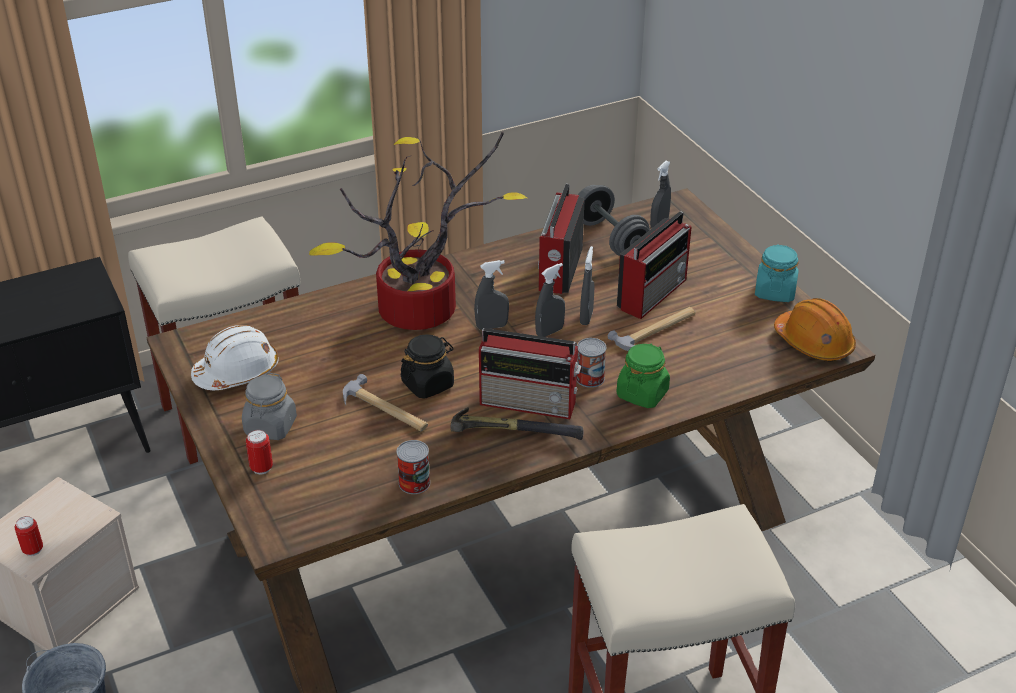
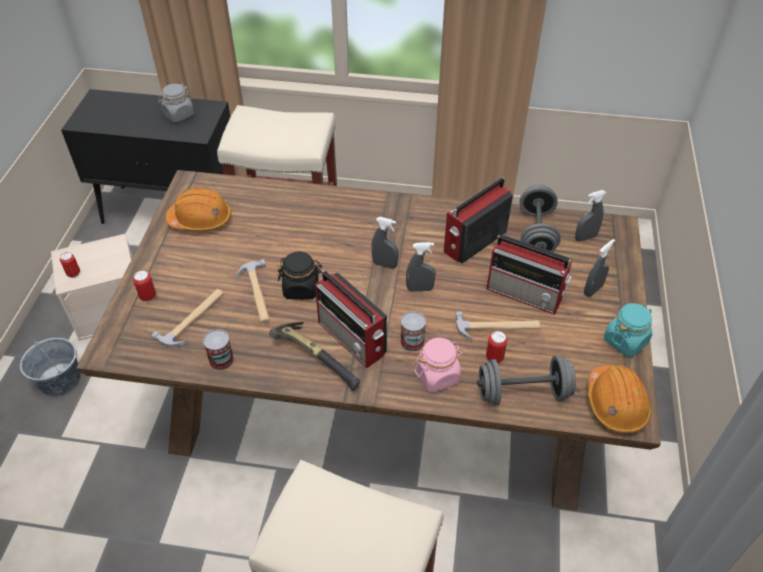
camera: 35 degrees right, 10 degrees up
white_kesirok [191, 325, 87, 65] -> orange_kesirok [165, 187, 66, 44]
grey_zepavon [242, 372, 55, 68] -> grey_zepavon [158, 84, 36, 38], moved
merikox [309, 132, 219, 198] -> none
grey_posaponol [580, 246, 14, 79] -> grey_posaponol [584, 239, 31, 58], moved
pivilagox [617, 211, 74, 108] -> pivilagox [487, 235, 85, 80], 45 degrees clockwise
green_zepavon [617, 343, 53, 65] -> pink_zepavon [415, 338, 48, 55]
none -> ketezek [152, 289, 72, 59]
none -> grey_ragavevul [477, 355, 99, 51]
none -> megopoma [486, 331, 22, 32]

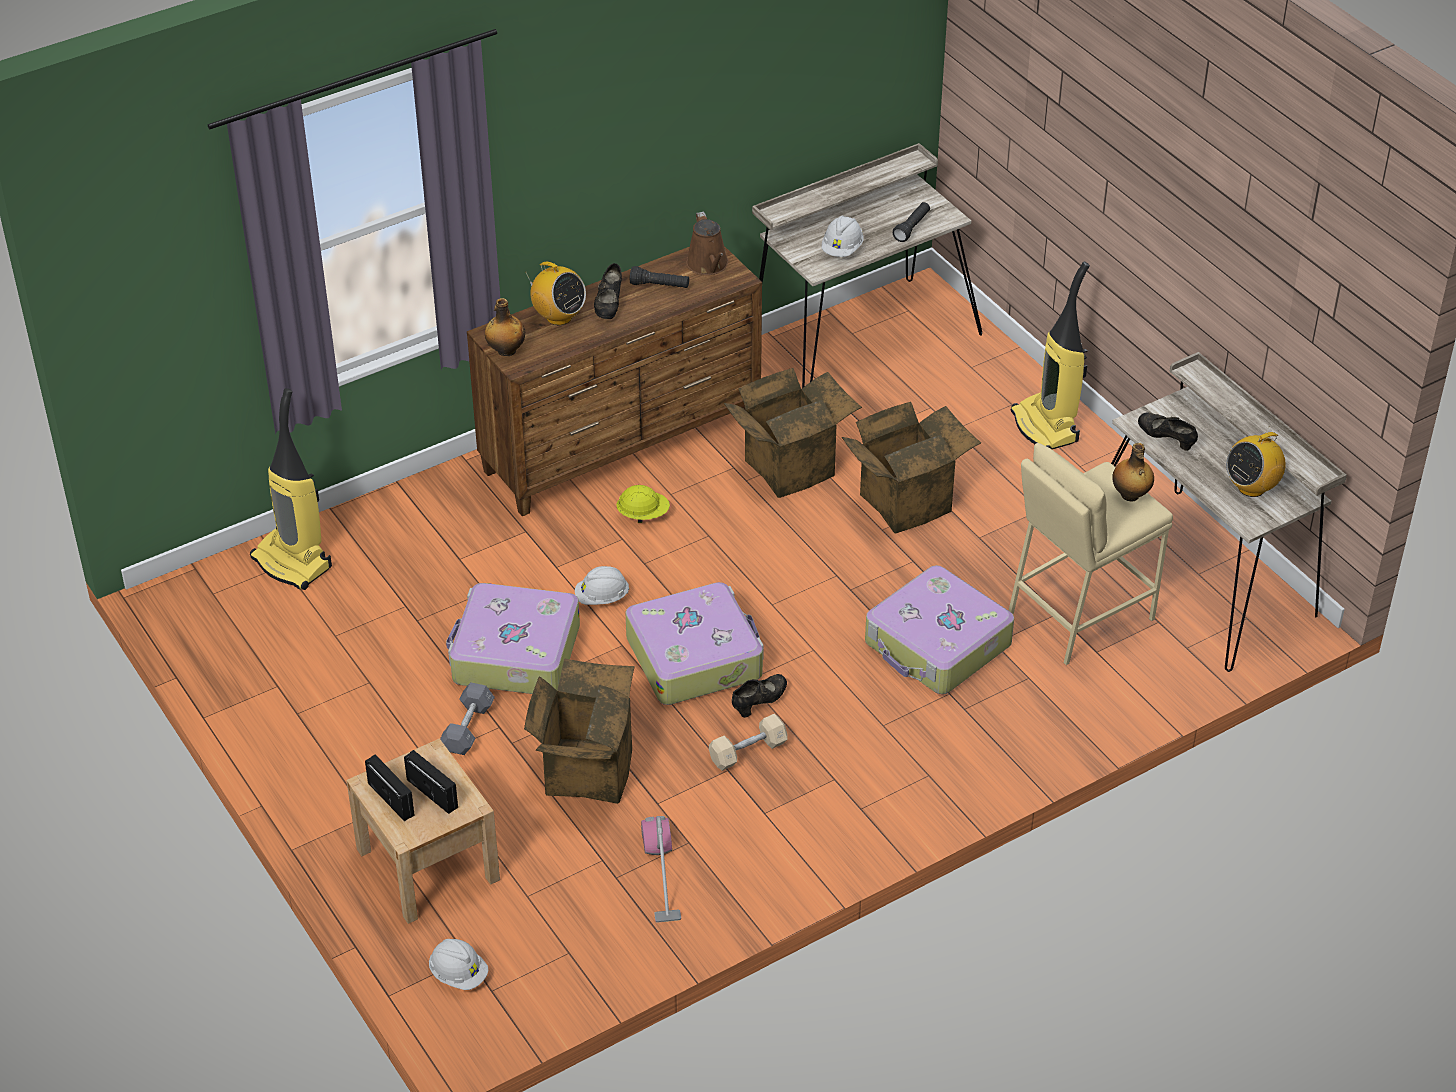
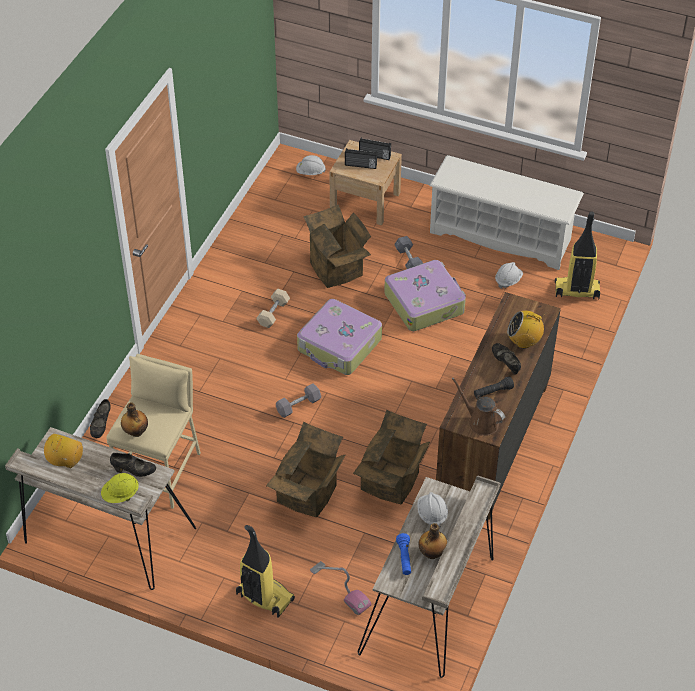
camera: 145 degrees right, 5 degrees up
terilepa [485, 298, 40, 58] -> terilepa [419, 523, 28, 36], moved
white_kesirok [575, 566, 55, 39] -> white_kesirok [495, 262, 28, 27], moved
yellow_kesirok [616, 485, 54, 38] -> yellow_kesirok [101, 473, 38, 30], moved
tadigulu [641, 816, 40, 107] -> tadigulu [310, 561, 62, 54], moved
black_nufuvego [732, 674, 55, 44] -> black_nufuvego [90, 399, 21, 39], moved
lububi [865, 565, 149, 129] -> none
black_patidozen [893, 202, 37, 40] -> blue_patidozen [396, 533, 15, 42]
none -> grey_ragavevul [276, 384, 45, 34]
none -> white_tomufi [429, 155, 155, 115]

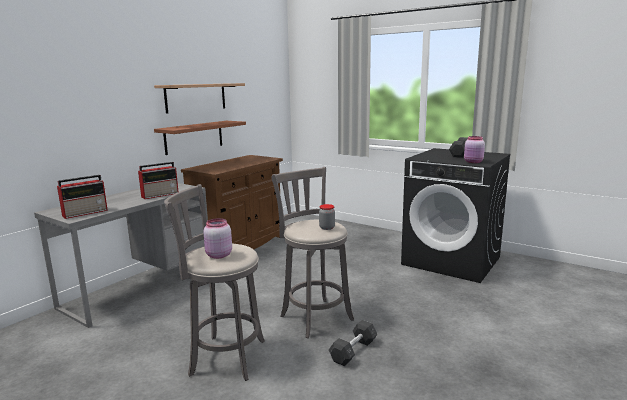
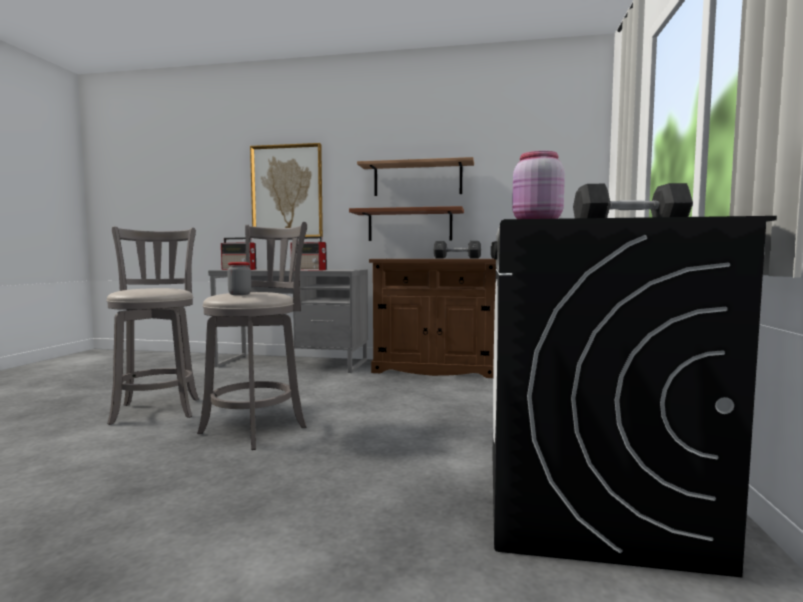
camera: 65 degrees right, 10 degrees down
pink_zepavon [203, 218, 29, 41] -> none
grey_ragavevul [329, 320, 48, 46] -> grey_ragavevul [434, 241, 47, 18], moved
none -> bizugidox [250, 143, 73, 94]

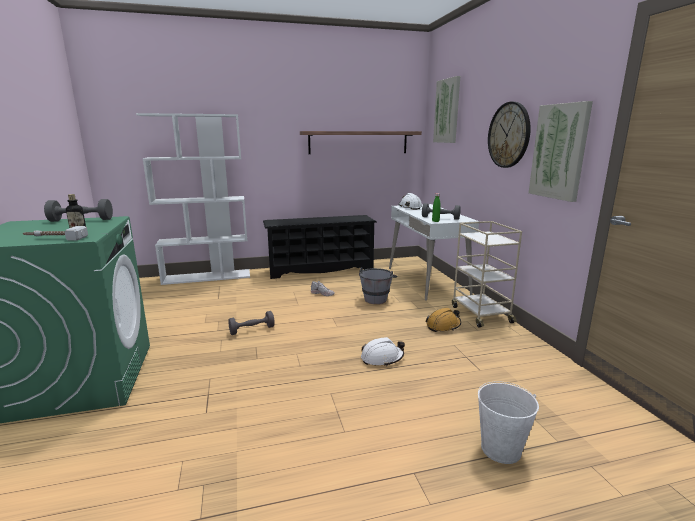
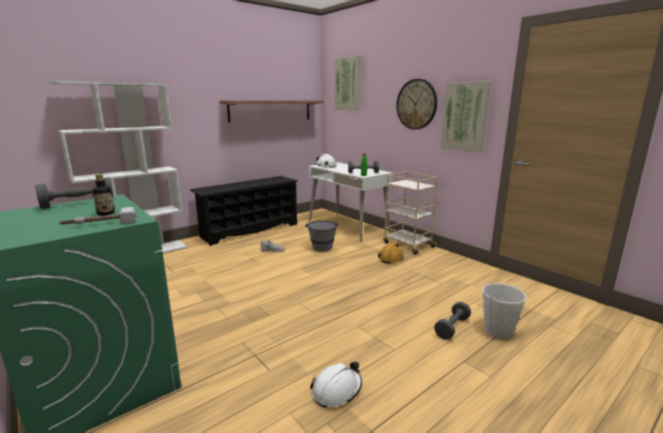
camera: 25 degrees left, 0 degrees up
grey_ragavevul [228, 311, 47, 24] -> grey_ragavevul [434, 302, 37, 38], moved
white_kesirok [361, 337, 44, 30] -> white_kesirok [310, 362, 52, 45], moved

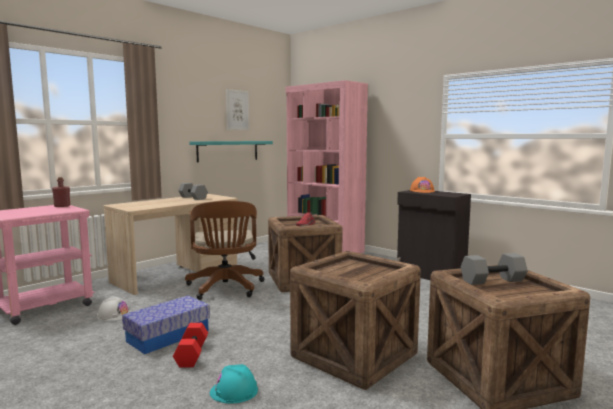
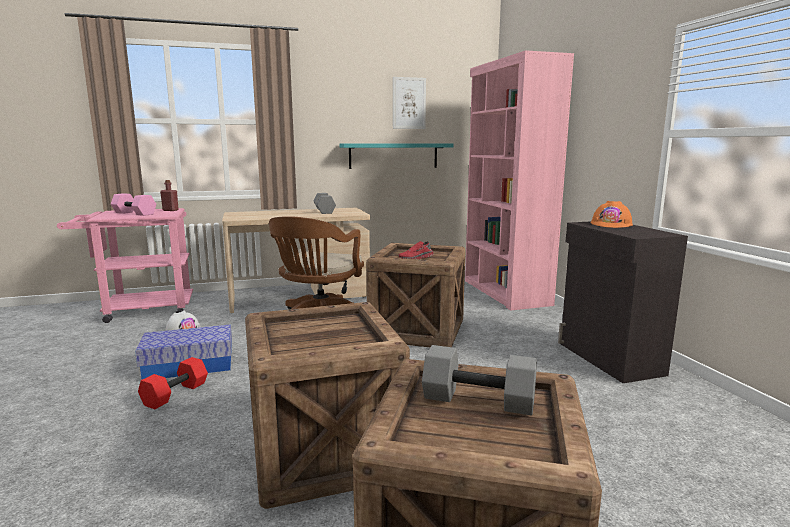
camera: 30 degrees right, 5 degrees up
turquoise_kesirok [210, 364, 48, 40] -> none
none -> pink_ragavevul [111, 193, 45, 23]

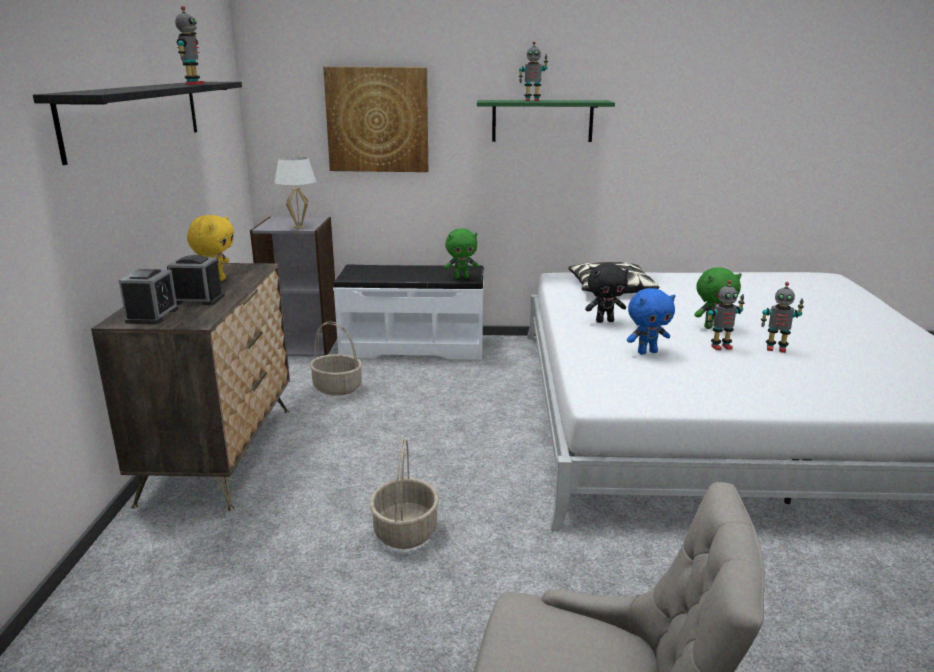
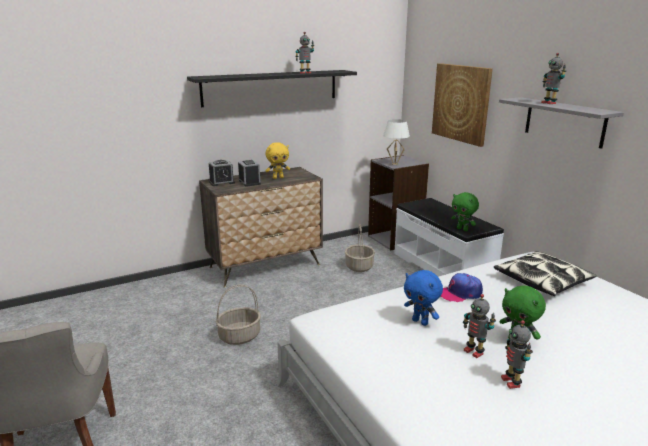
camera: 60 degrees right, 0 degrees up
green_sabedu [477, 100, 138, 42] -> grey_sabedu [499, 97, 125, 52]
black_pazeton [585, 263, 44, 60] -> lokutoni [441, 273, 42, 29]

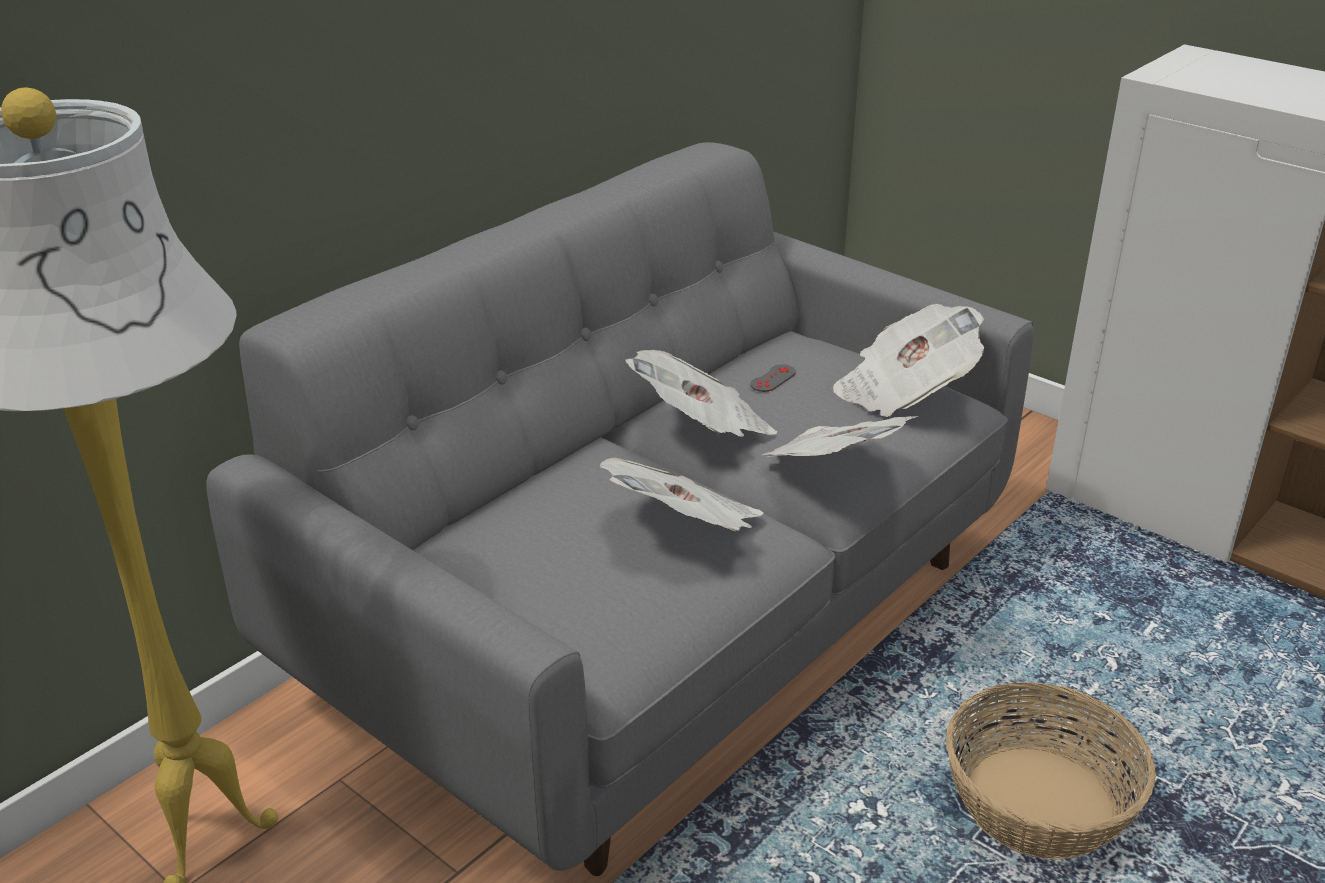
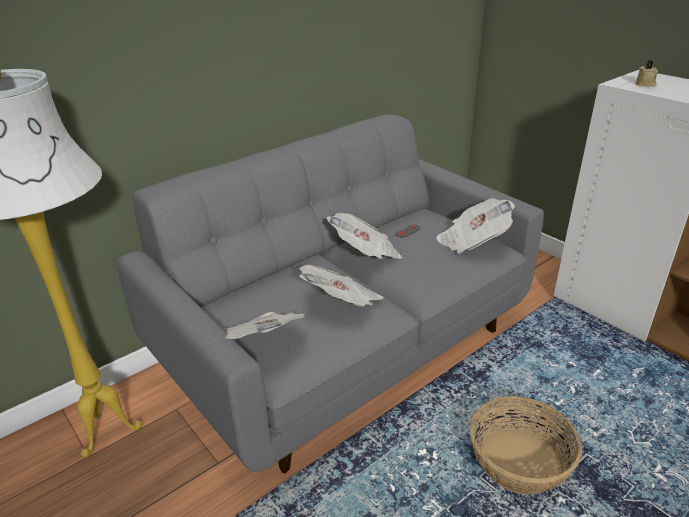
camera: 10 degrees right, 0 degrees up
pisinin [762, 416, 157, 40] -> pisinin [225, 312, 80, 27], moved
none -> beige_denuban [635, 60, 23, 27]

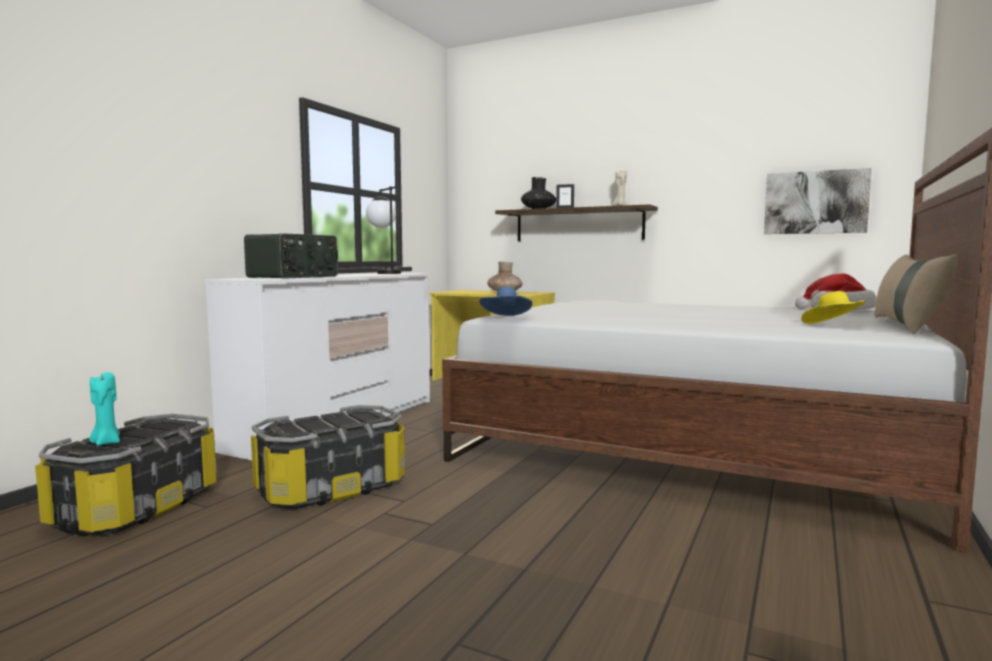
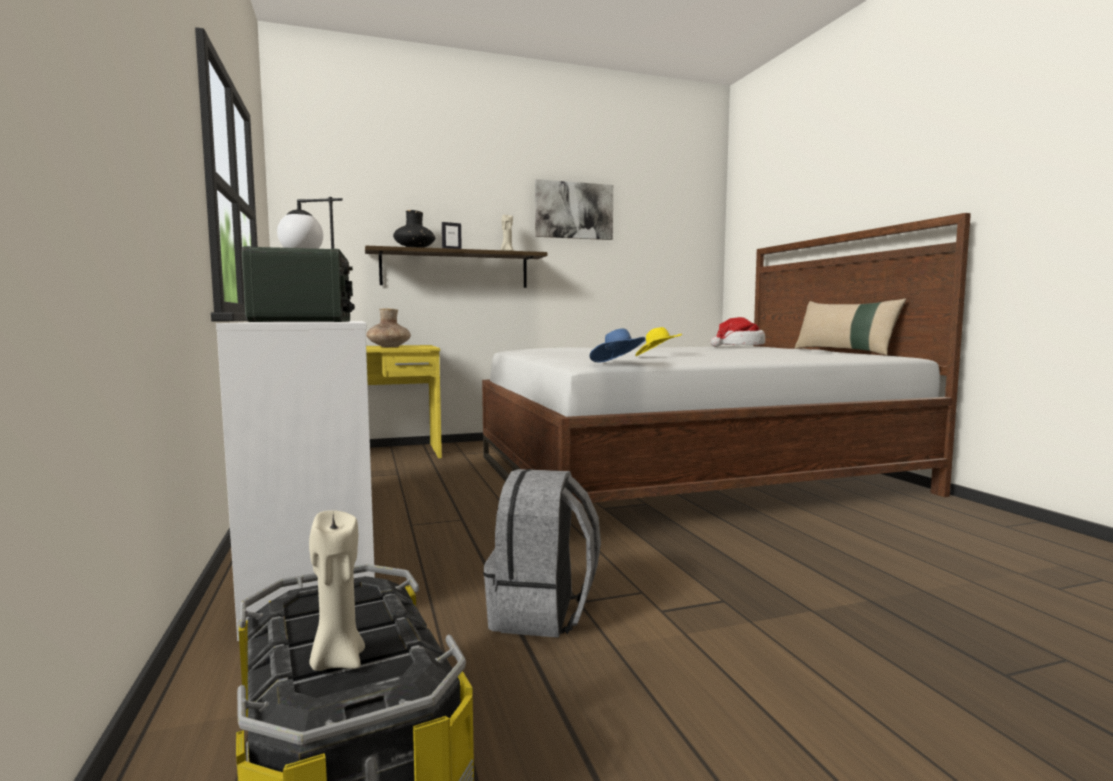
camera: 45 degrees left, 0 degrees up
turquoise_denuban [89, 372, 31, 74] -> beige_denuban [309, 510, 56, 161]
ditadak [251, 405, 154, 104] -> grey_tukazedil [483, 469, 118, 169]
bizugidox [764, 168, 108, 66] -> bizugidox [535, 179, 78, 61], moved
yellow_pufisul [801, 291, 65, 33] -> yellow_pufisul [635, 327, 47, 29], moved

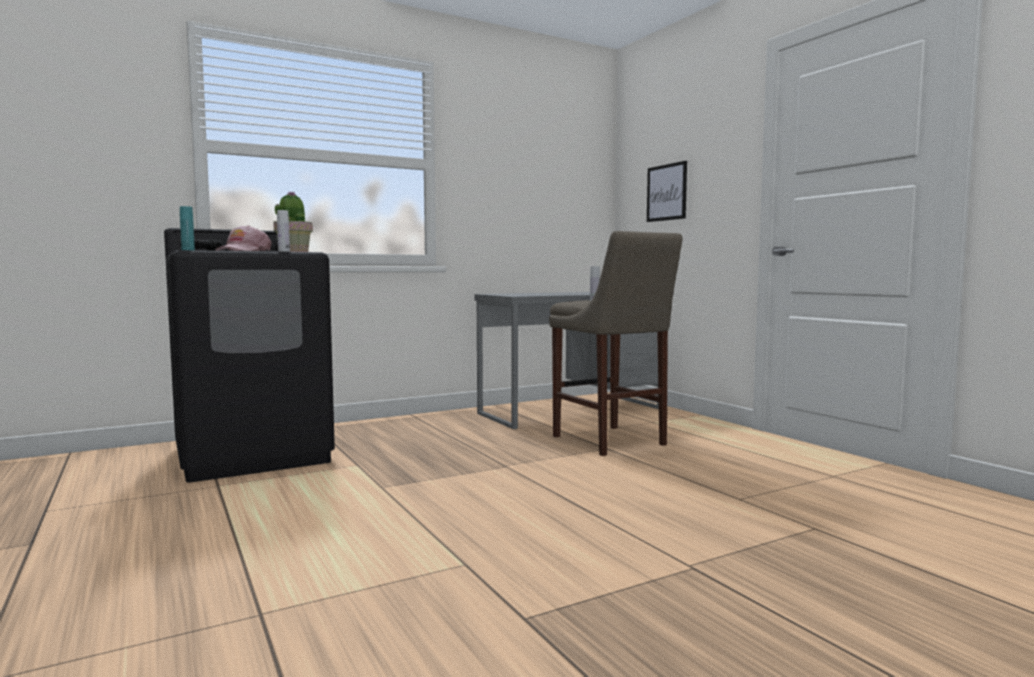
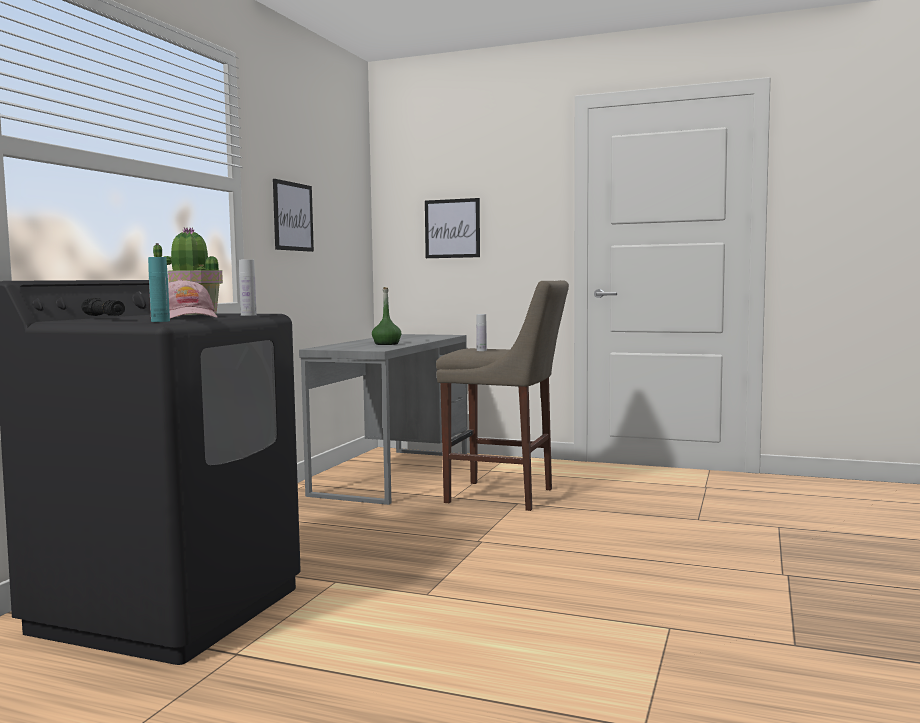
camera: 40 degrees left, 0 degrees up
none -> bizugidox [273, 179, 41, 73]
none -> green_terilepa [372, 287, 29, 58]

